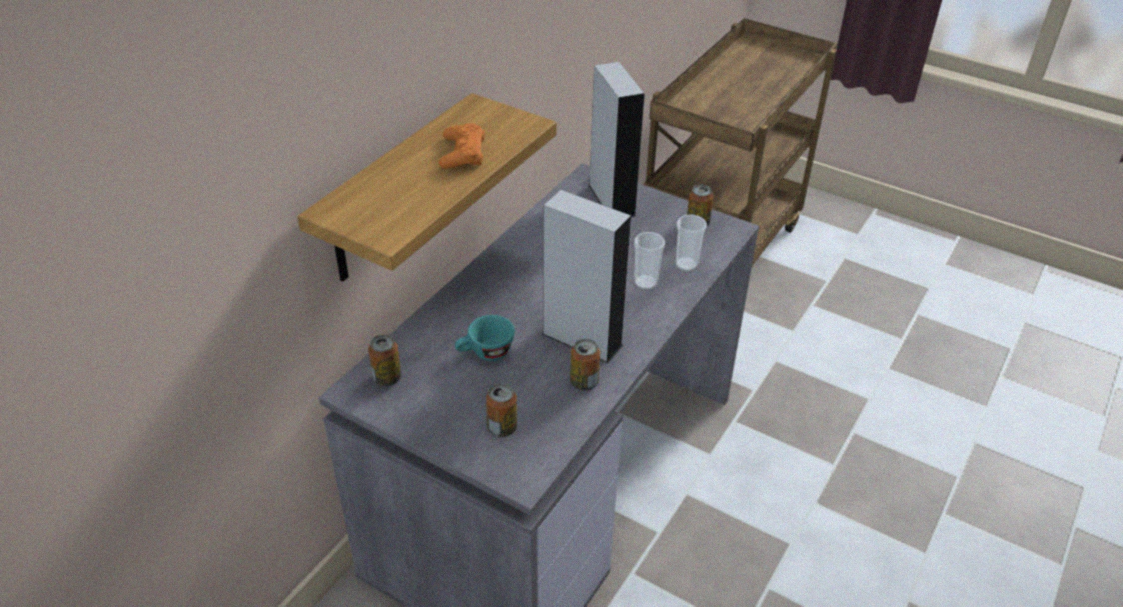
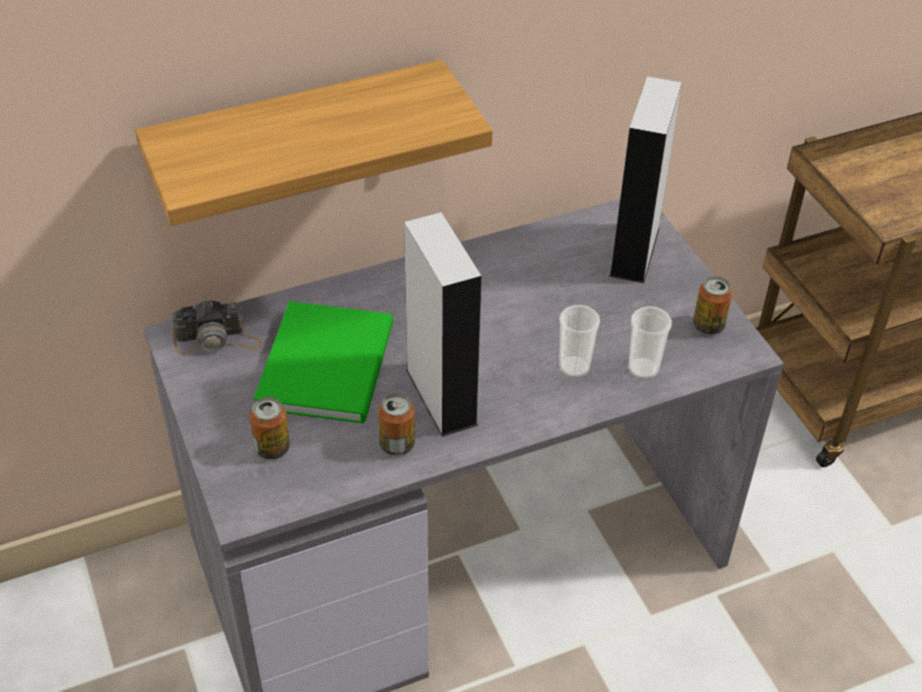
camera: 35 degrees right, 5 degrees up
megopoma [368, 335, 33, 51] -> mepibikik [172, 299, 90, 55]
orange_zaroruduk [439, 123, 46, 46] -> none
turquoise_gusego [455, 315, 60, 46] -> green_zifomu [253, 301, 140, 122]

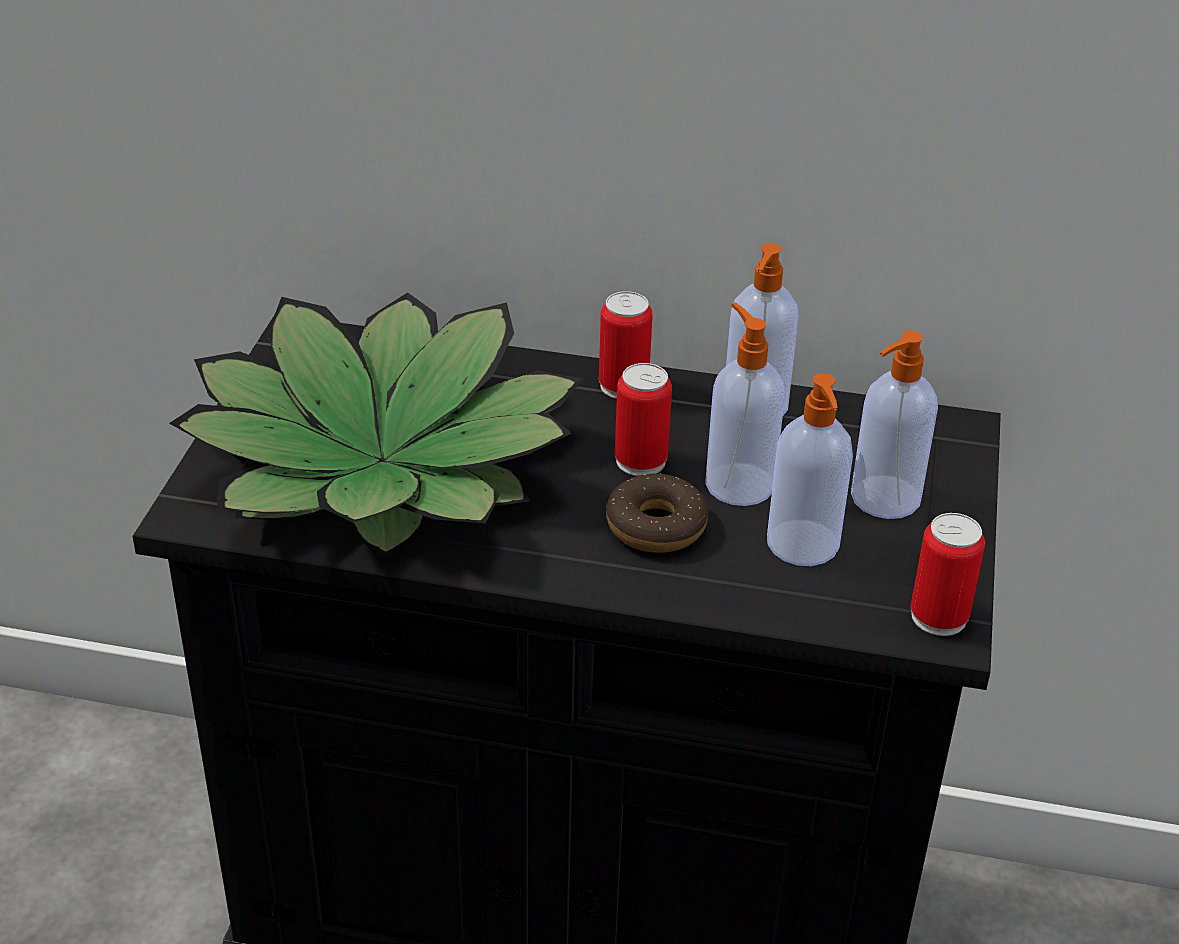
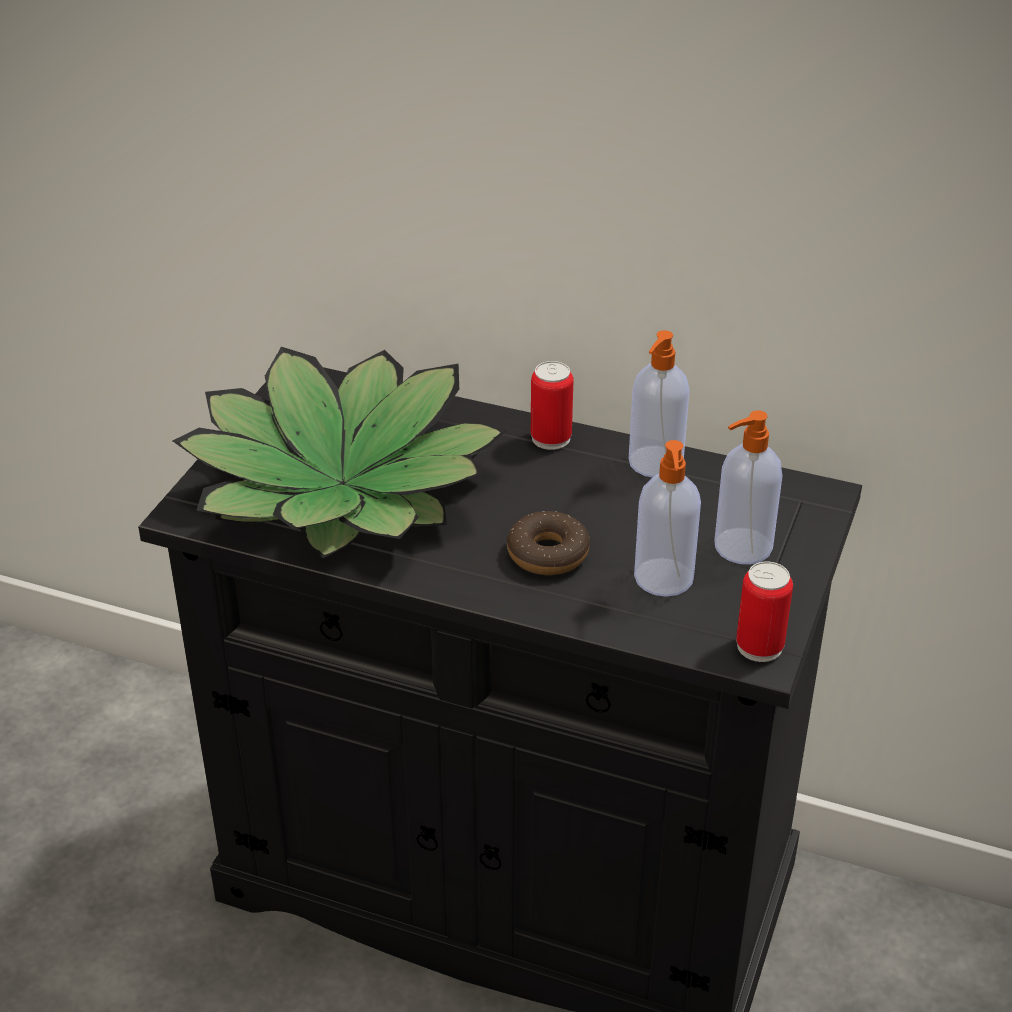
camera: 10 degrees right, 0 degrees up
megopoma [615, 363, 57, 113] -> none
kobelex [705, 302, 80, 204] -> none

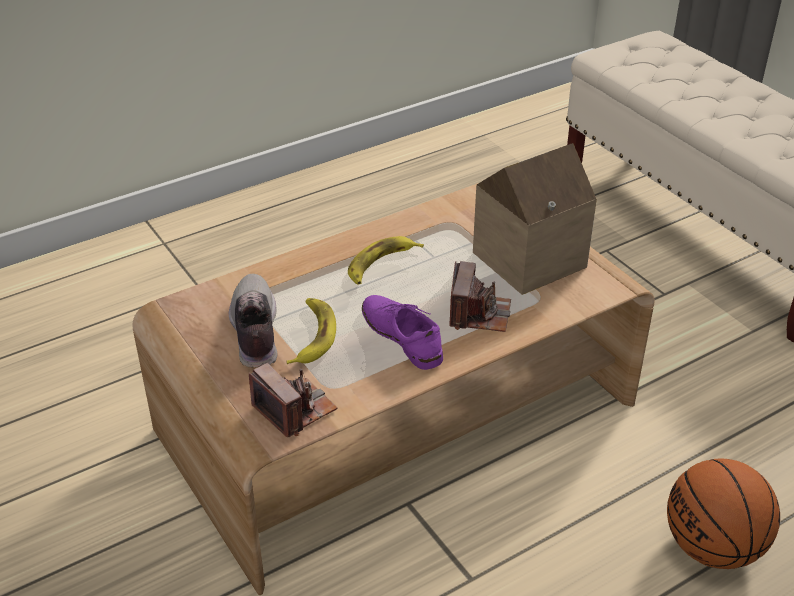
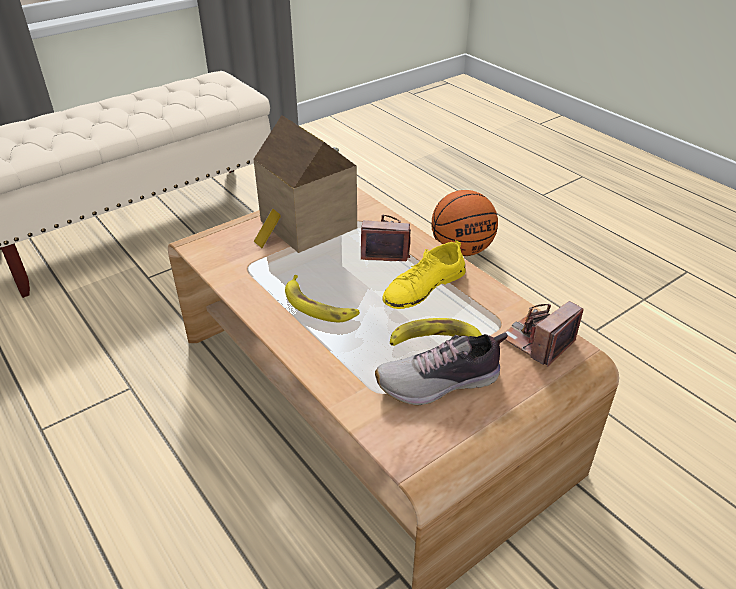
camera: 95 degrees left, 0 degrees up
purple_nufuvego [362, 295, 81, 75] -> yellow_nufuvego [382, 240, 83, 69]

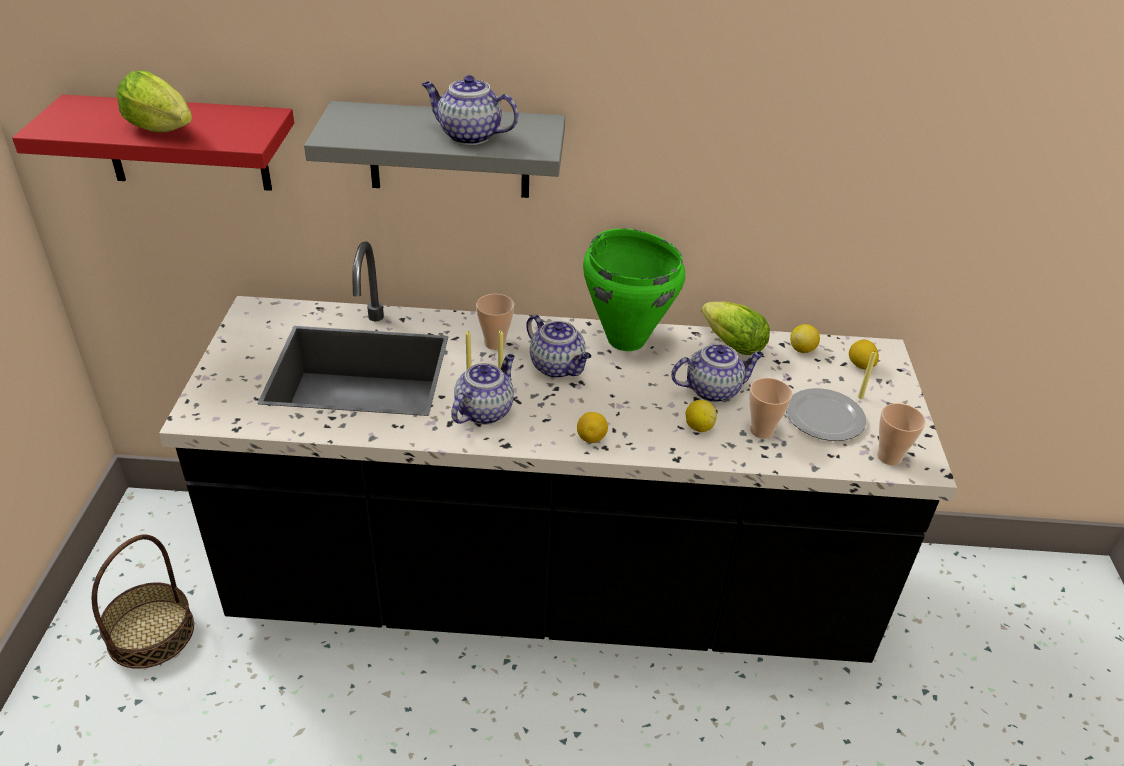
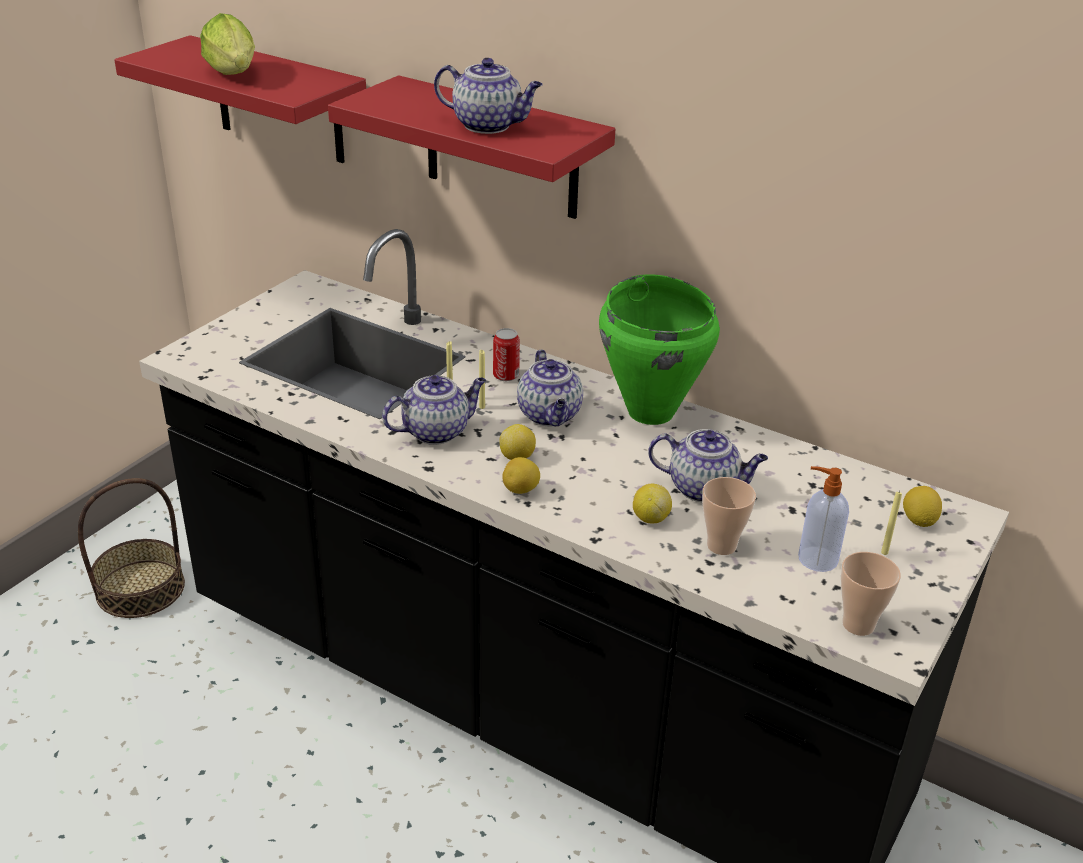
camera: 30 degrees right, 5 degrees down
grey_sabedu [304, 101, 261, 97] -> red_sabedu [328, 75, 287, 144]
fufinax [422, 75, 97, 70] -> fufinax [434, 58, 109, 76], 150 degrees clockwise
gusego [476, 294, 38, 56] -> megopoma [493, 328, 27, 53]
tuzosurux [701, 301, 69, 54] -> none
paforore [786, 388, 81, 53] -> kobelex [798, 466, 51, 106]
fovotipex [790, 324, 30, 29] -> fovotipex [499, 424, 37, 36], moved

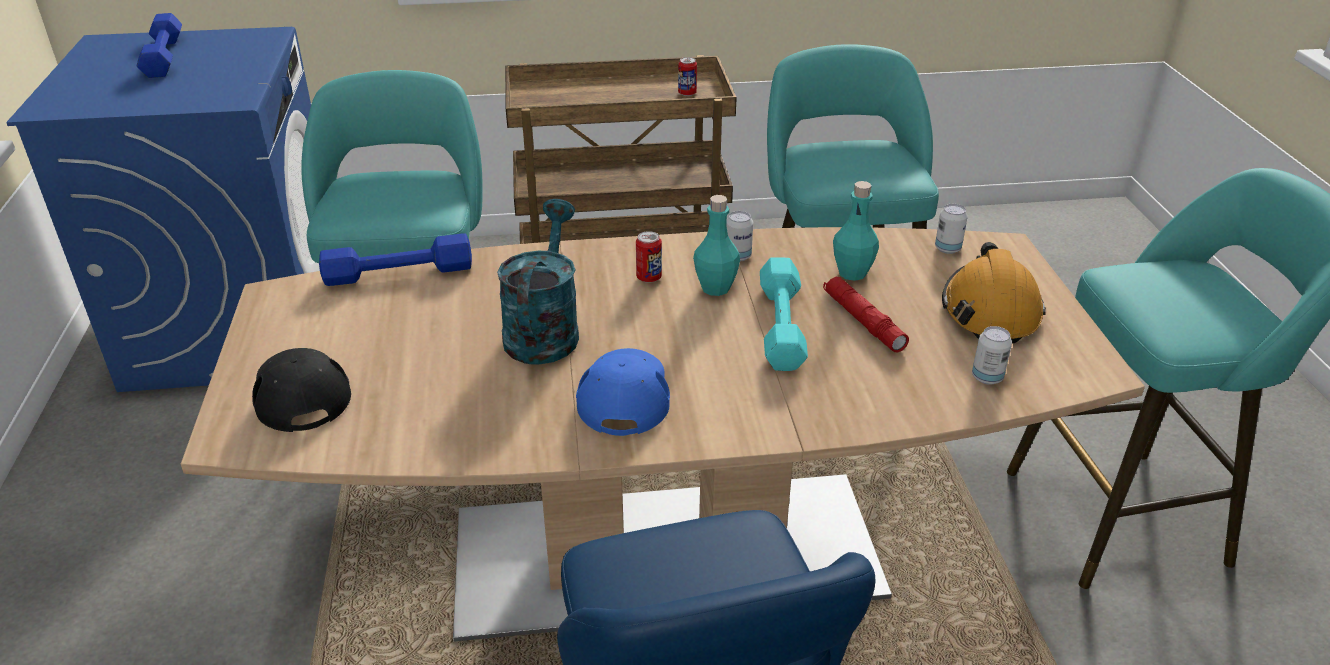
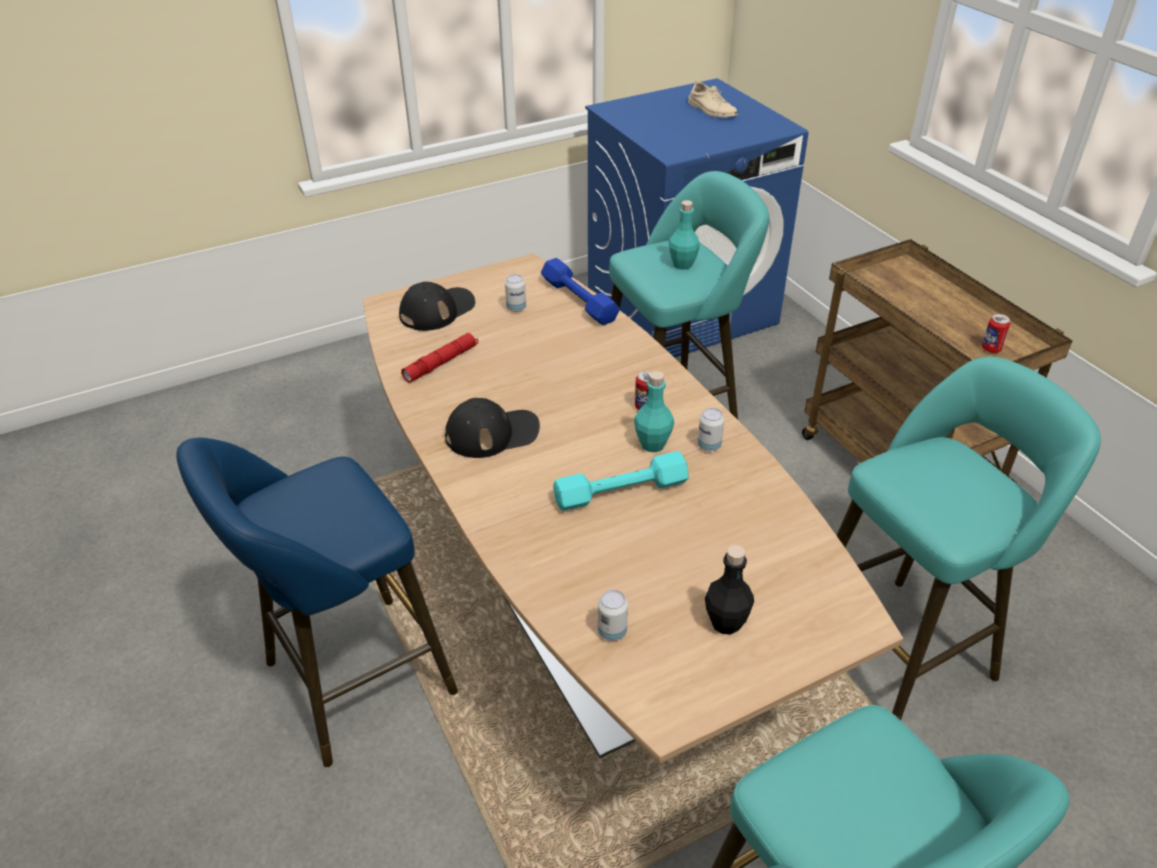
camera: 70 degrees right, 5 degrees up
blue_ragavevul [137, 13, 45, 65] -> beige_nufuvego [688, 80, 50, 38]
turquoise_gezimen [497, 199, 82, 166] -> none
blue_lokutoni [576, 348, 94, 88] -> black_lokutoni [445, 398, 95, 60]
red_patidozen [823, 277, 86, 75] -> red_patidozen [401, 333, 77, 50], moved
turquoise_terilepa [833, 181, 46, 100] -> turquoise_terilepa [669, 200, 31, 70], moved
megopoma [935, 204, 33, 50] -> megopoma [505, 274, 21, 38], moved
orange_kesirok [942, 242, 104, 101] -> black_terilepa [705, 545, 49, 89]

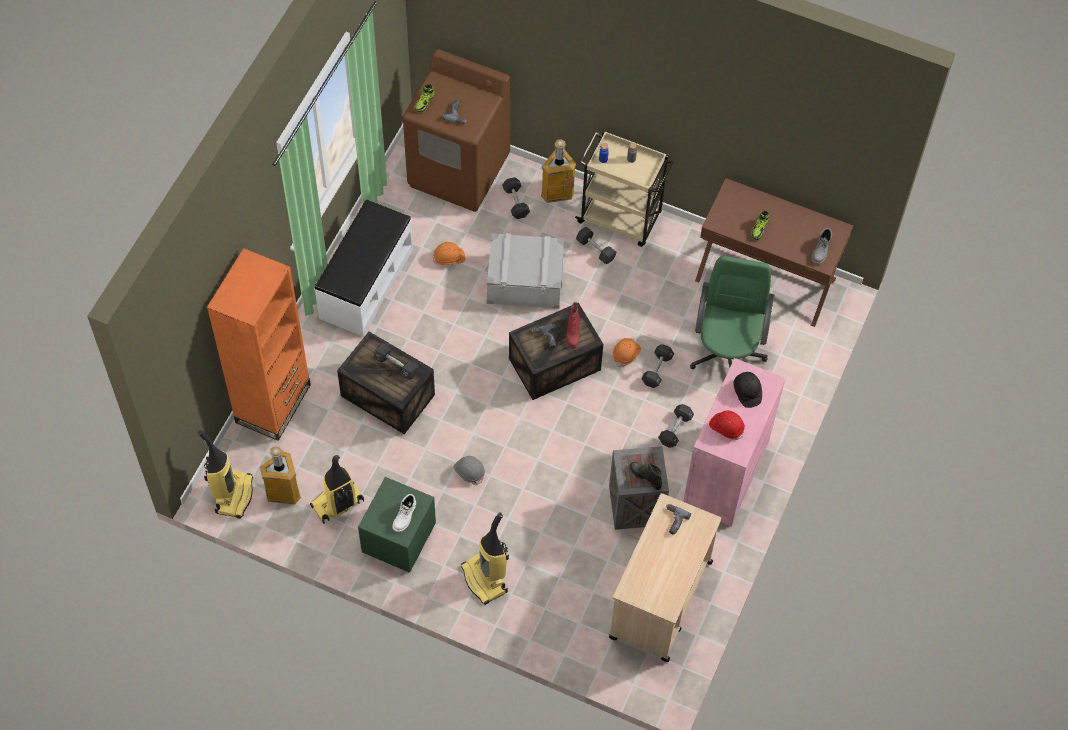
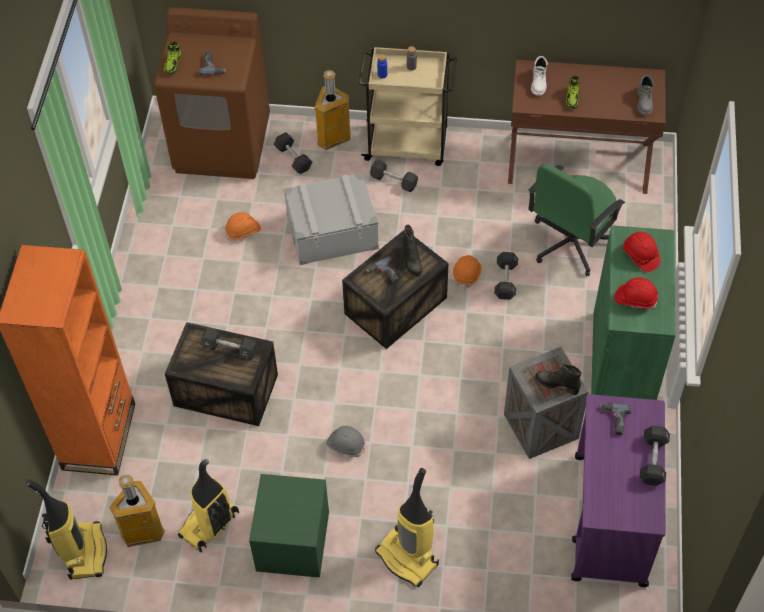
camera: 15 degrees left, 5 degrees down
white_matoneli [314, 200, 99, 137] -> none
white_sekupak [392, 494, 24, 38] -> white_sekupak [531, 56, 17, 40], moved
red_sekupak [566, 302, 14, 47] -> black_sekupak [403, 225, 19, 52]
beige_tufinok [609, 493, 112, 169] -> purple_tufinok [571, 394, 95, 193]
black_ragavevul [658, 404, 36, 44] -> black_ragavevul [639, 425, 31, 61], moved
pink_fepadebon [683, 358, 103, 169] -> green_fepadebon [591, 225, 85, 175]
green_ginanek [690, 256, 85, 113] -> green_ginanek [528, 164, 97, 112], 135 degrees counterclockwise
black_kesirok [733, 372, 29, 36] -> red_kesirok [623, 232, 38, 40]

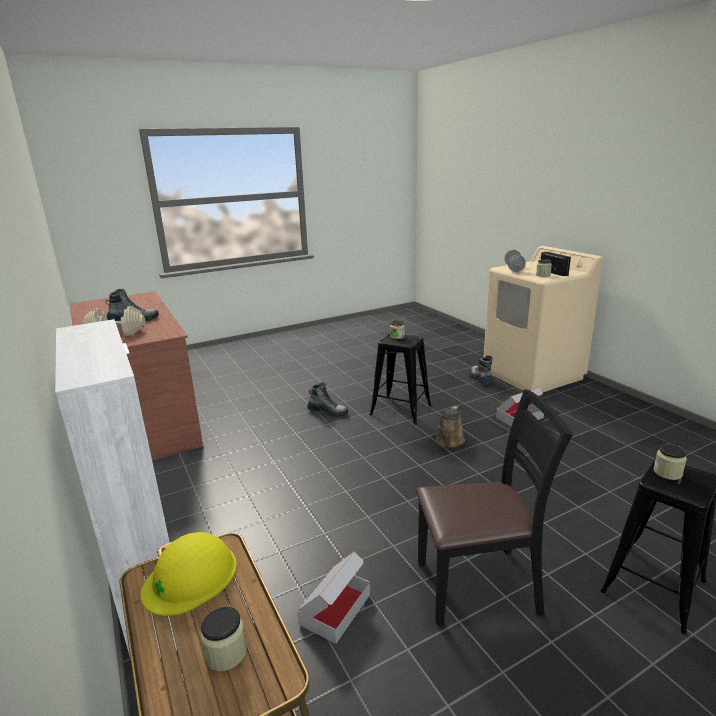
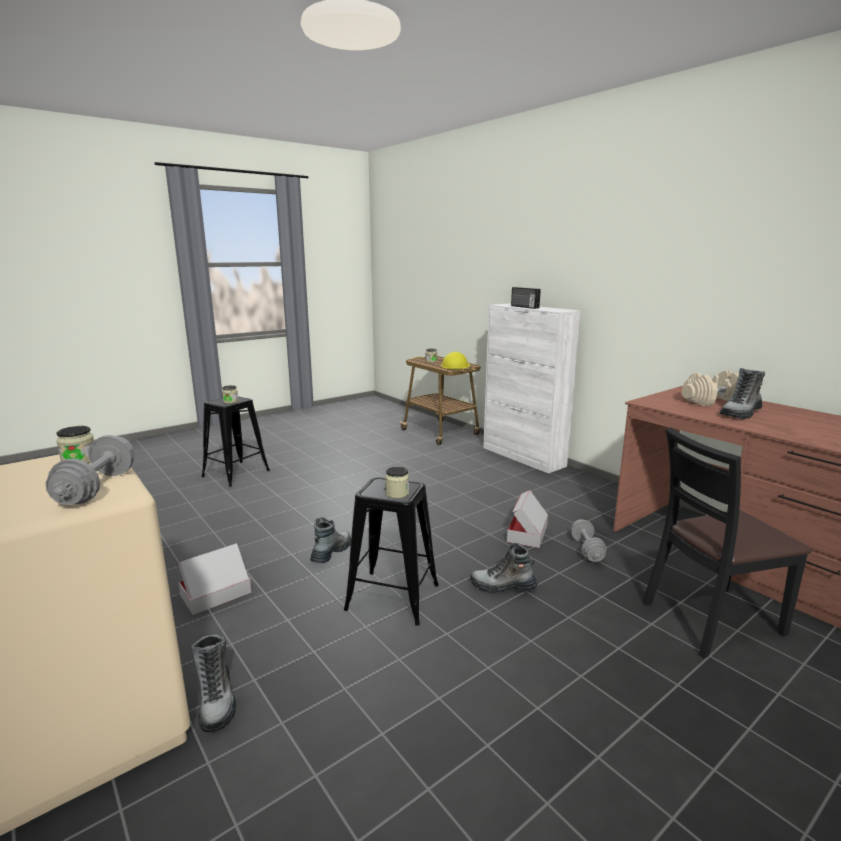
camera: 170 degrees right, 5 degrees down
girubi [297, 551, 73, 93] -> girubi [507, 490, 41, 58], moved
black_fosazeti [416, 389, 157, 237] -> black_fosazeti [643, 428, 169, 230], moved
brown_gezimen [436, 406, 29, 41] -> sekupak [310, 517, 41, 46]
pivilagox [541, 252, 30, 24] -> pivilagox [511, 287, 30, 22], moved
none -> grey_ragavevul [571, 519, 35, 43]

